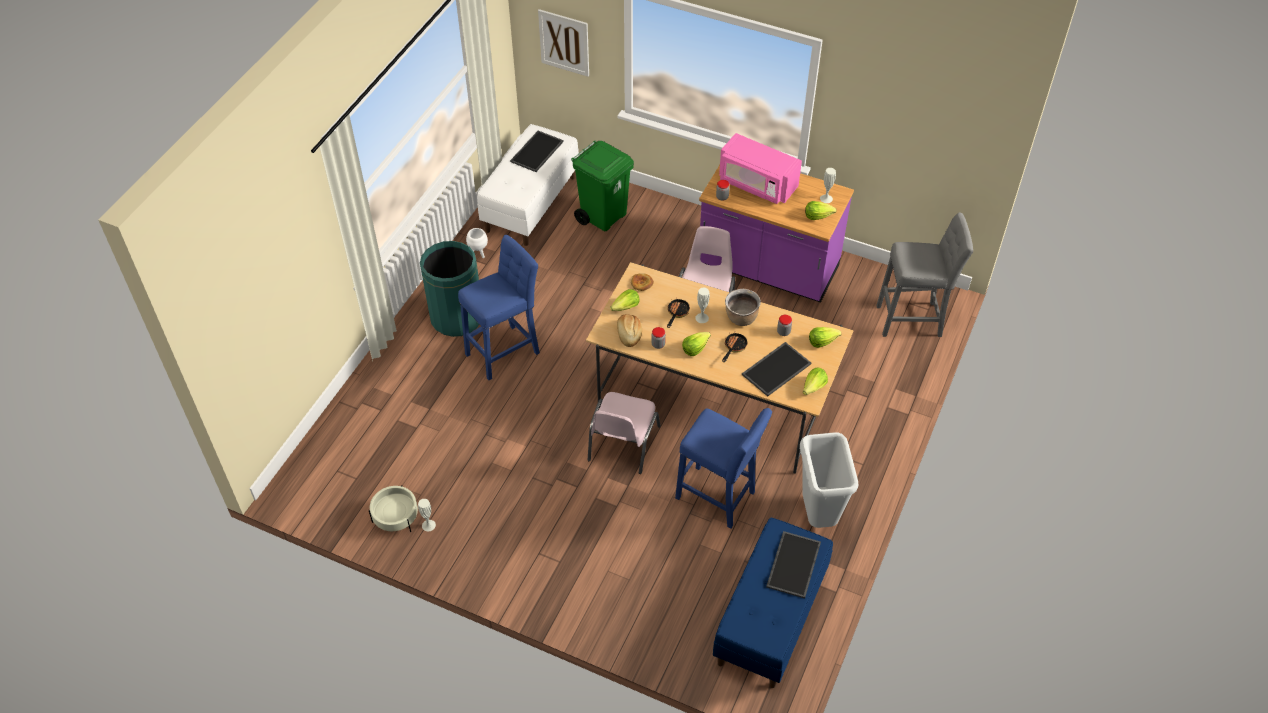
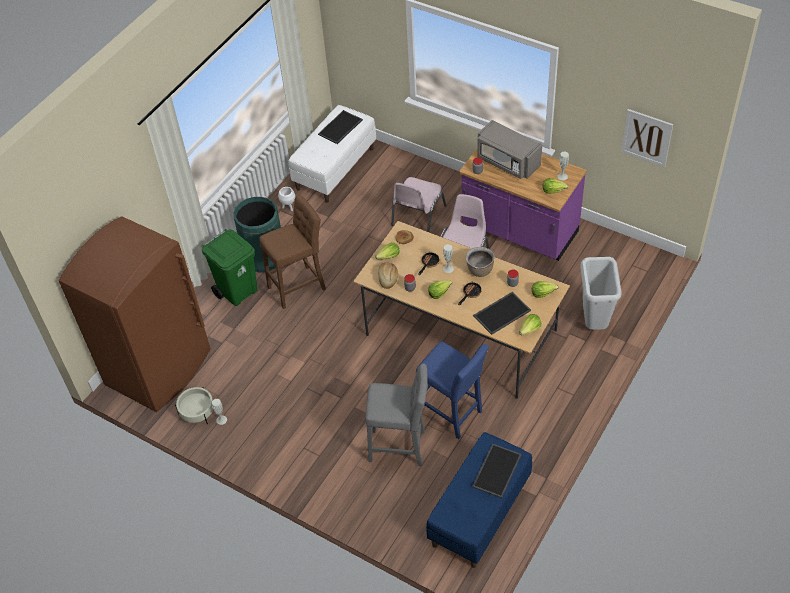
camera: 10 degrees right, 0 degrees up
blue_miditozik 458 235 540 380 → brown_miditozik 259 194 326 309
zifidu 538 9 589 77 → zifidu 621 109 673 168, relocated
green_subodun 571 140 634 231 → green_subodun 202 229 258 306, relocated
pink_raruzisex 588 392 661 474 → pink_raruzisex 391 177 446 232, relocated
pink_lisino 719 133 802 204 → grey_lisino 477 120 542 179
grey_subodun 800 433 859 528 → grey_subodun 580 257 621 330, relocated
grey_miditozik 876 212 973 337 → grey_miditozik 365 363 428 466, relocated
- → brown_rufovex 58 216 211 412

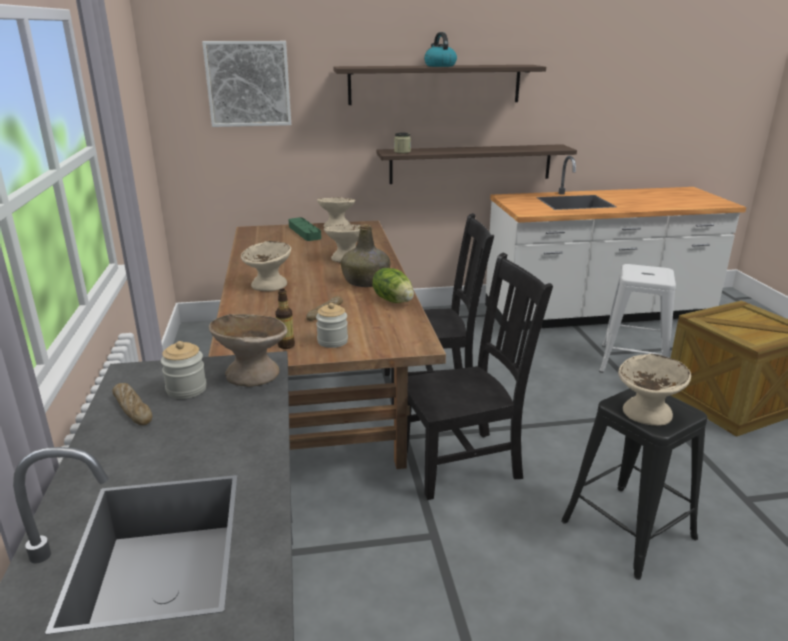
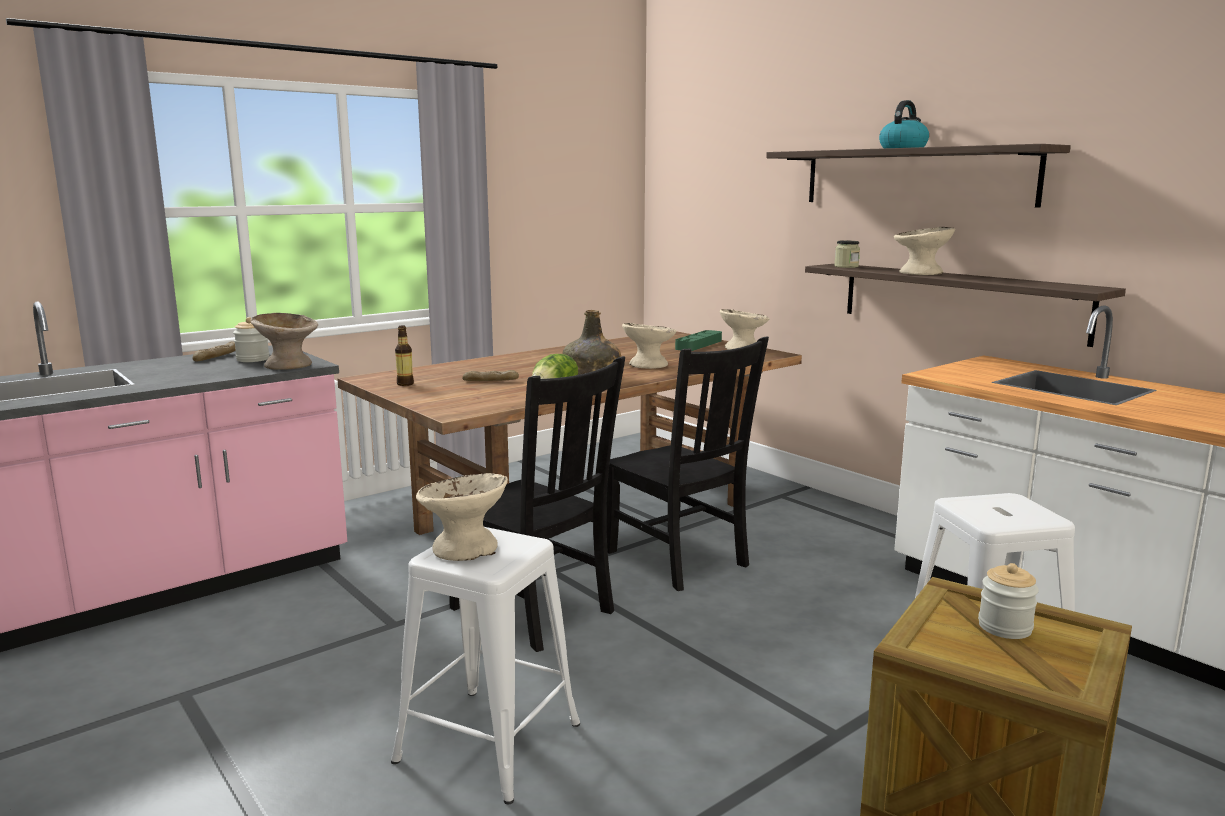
camera: 60 degrees right, 10 degrees down
zifidu 202 41 291 127 → -
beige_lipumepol 241 241 291 291 → beige_lipumepol 894 227 955 275, relocated
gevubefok 316 303 348 348 → gevubefok 978 563 1039 639, relocated
black_miditozik 561 388 708 580 → white_miditozik 391 527 580 805

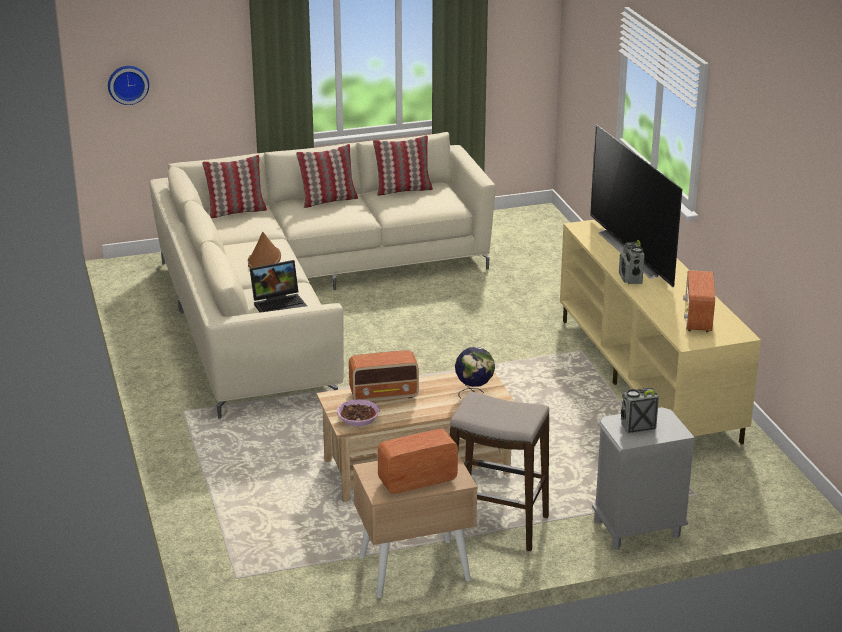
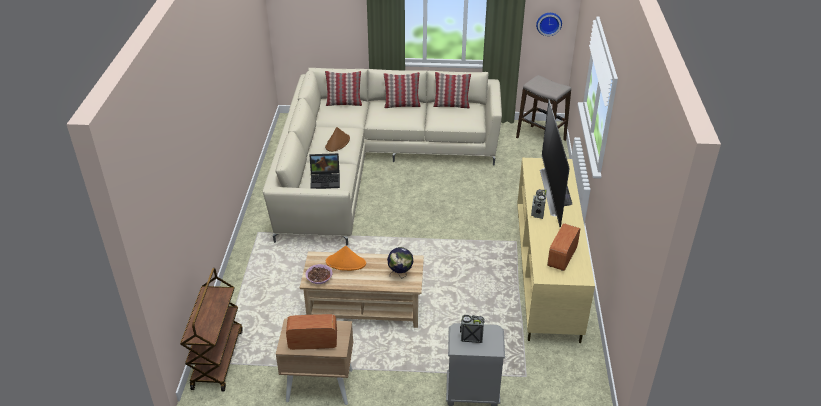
camera: 20 degrees right, 10 degrees up
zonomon 108 66 149 105 → zonomon 536 13 562 36, relocated
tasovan 349 350 419 401 → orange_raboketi 326 246 366 271
miditozik 450 392 549 551 → miditozik 516 75 571 141, relocated
- → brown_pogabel 180 268 243 392

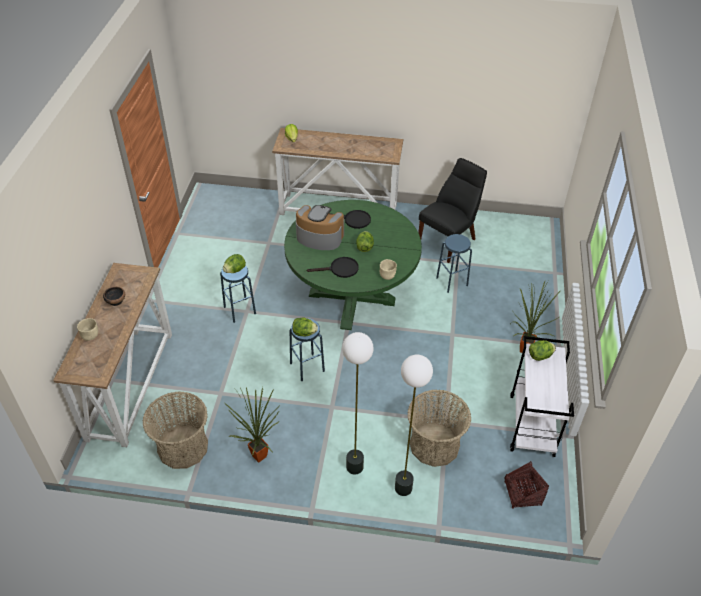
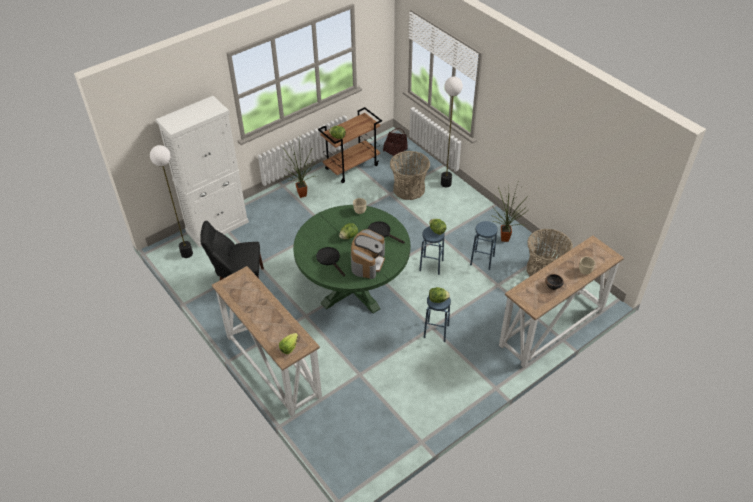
camera: 135 degrees left, 0 degrees up
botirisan 296 205 344 250 → botirisan 351 229 385 279, 135 degrees counterclockwise
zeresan 342 332 374 474 → zeresan 150 145 193 258, relocated
blue_miditozik 436 234 472 293 → blue_miditozik 470 221 498 270, relocated
white_pogabel 510 336 574 457 → brown_pogabel 318 107 382 183
- → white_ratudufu 156 96 249 247

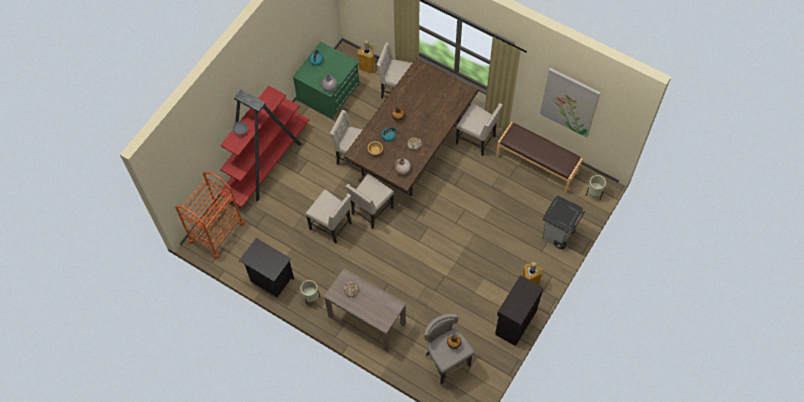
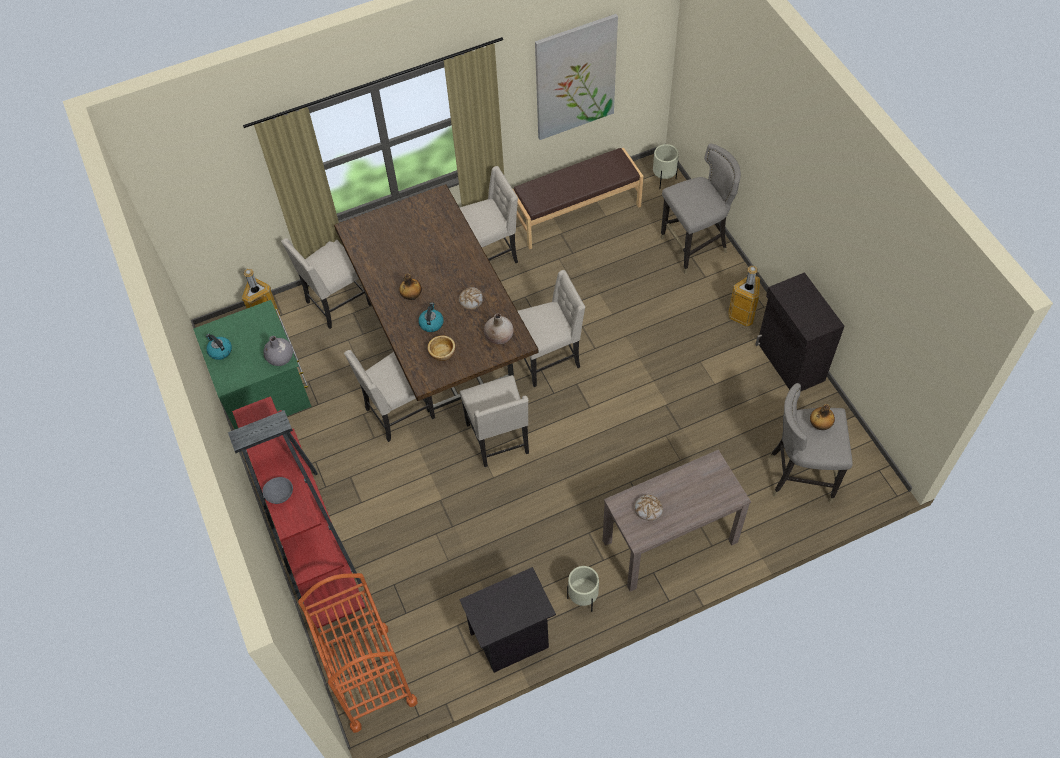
camera: 55 degrees left, 5 degrees down
beige_raruzisex 305 189 352 244 → beige_raruzisex 517 270 585 387, relocated
grey_subodun 543 195 586 249 → grey_miditozik 661 143 741 274

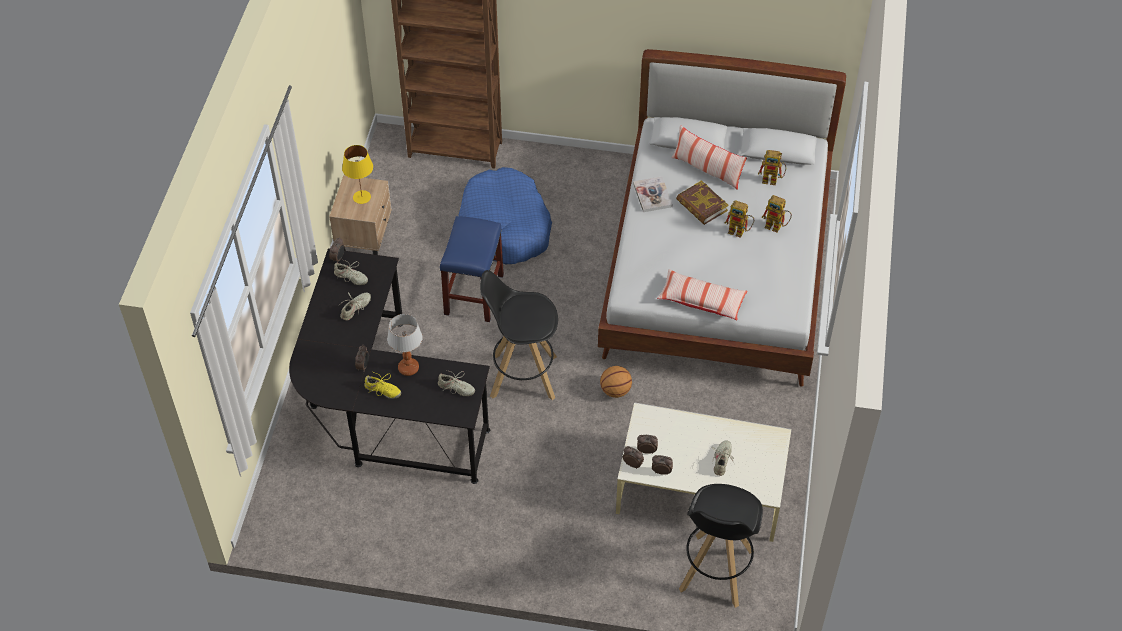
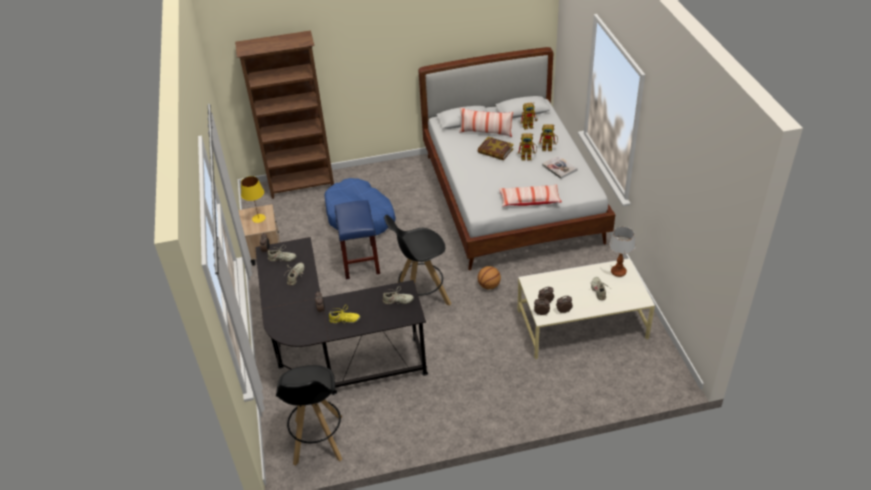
camera: 20 degrees left, 10 degrees down
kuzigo 387 314 423 376 → kuzigo 609 227 635 277, relocated
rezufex 633 176 673 212 → rezufex 542 155 578 179, relocated
black_miditozik 679 484 763 608 → black_miditozik 276 365 342 466, relocated

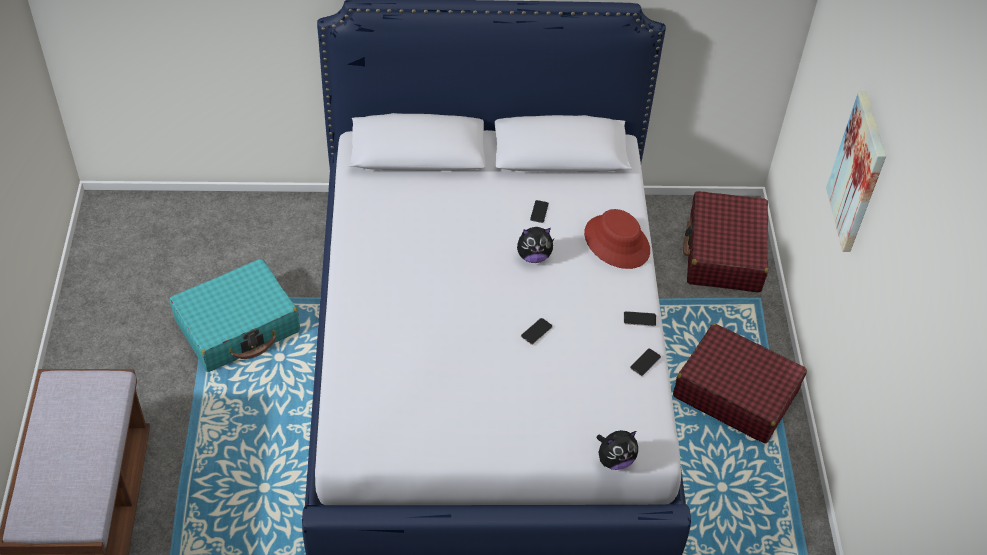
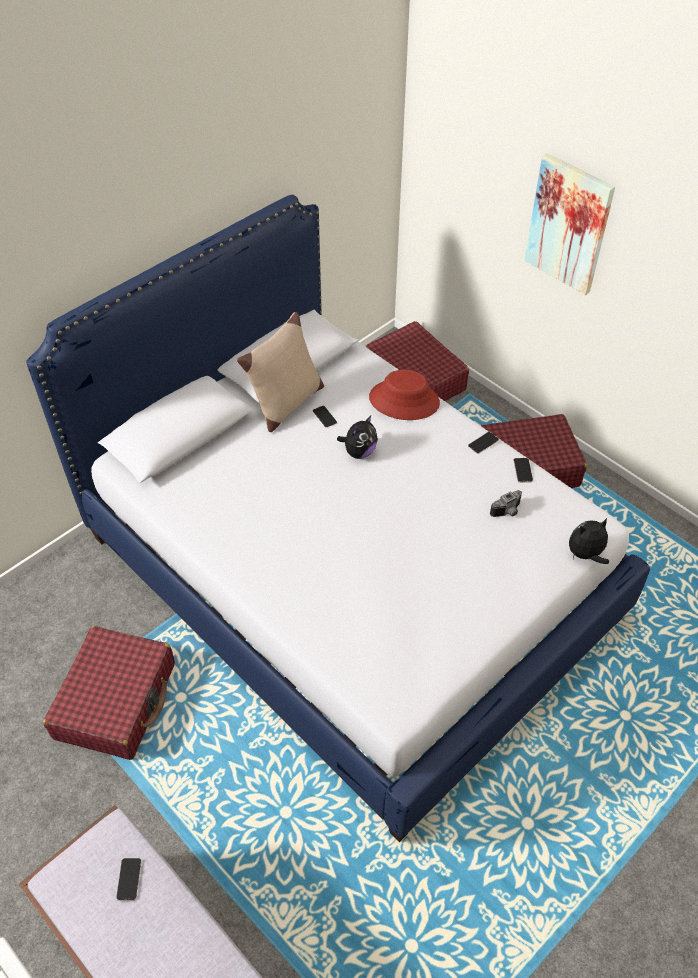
camera: 40 degrees left, 0 degrees up
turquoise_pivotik 169 259 300 372 → red_pivotik 43 626 175 760
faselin 521 318 553 345 → faselin 116 858 142 901, relocated
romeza 596 430 638 470 → romeza 569 518 609 564, 135 degrees counterclockwise
- → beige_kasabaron 237 312 324 432
- → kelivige 490 490 522 517

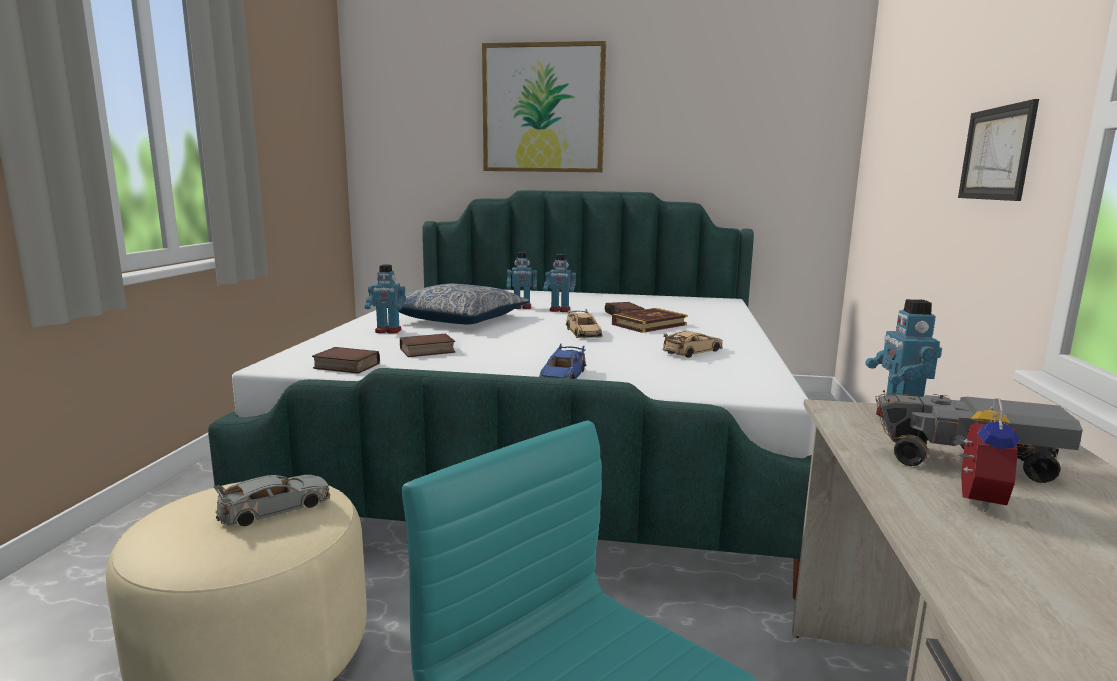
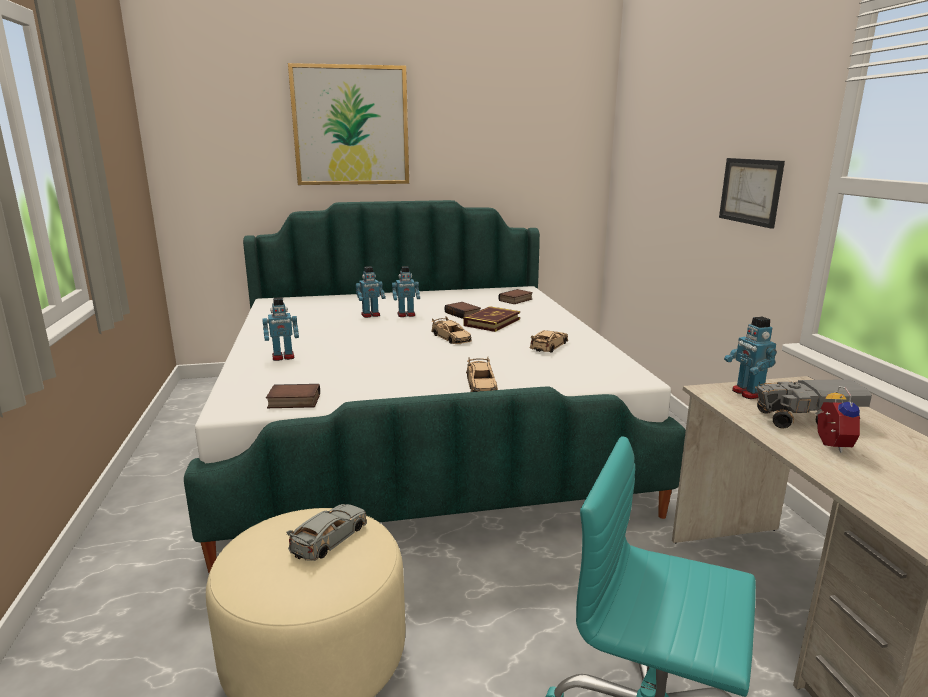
camera: 20 degrees left, 5 degrees up
kasabaron 387 284 529 324 → -
rezufex 400 334 455 357 → rezufex 498 289 533 304, relocated
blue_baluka 539 344 587 379 → beige_baluka 466 356 498 392

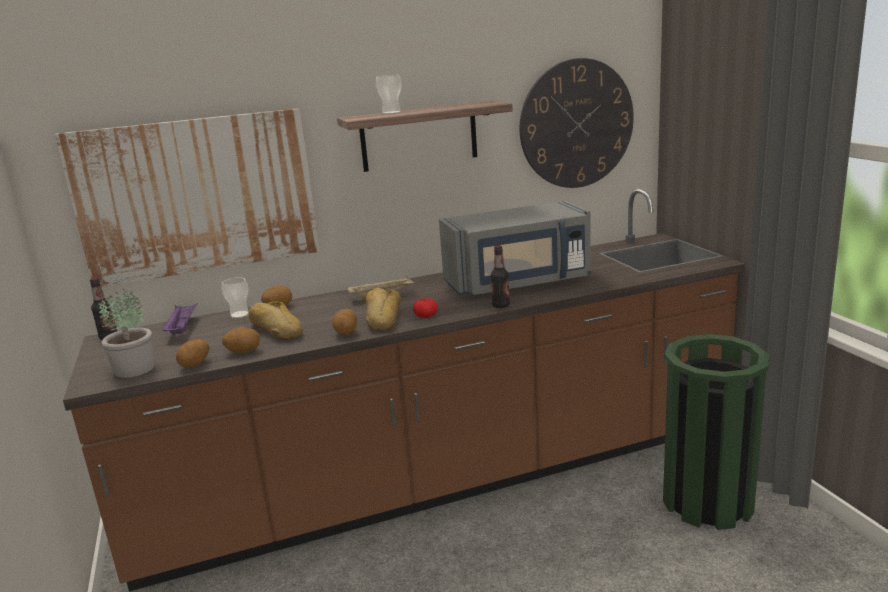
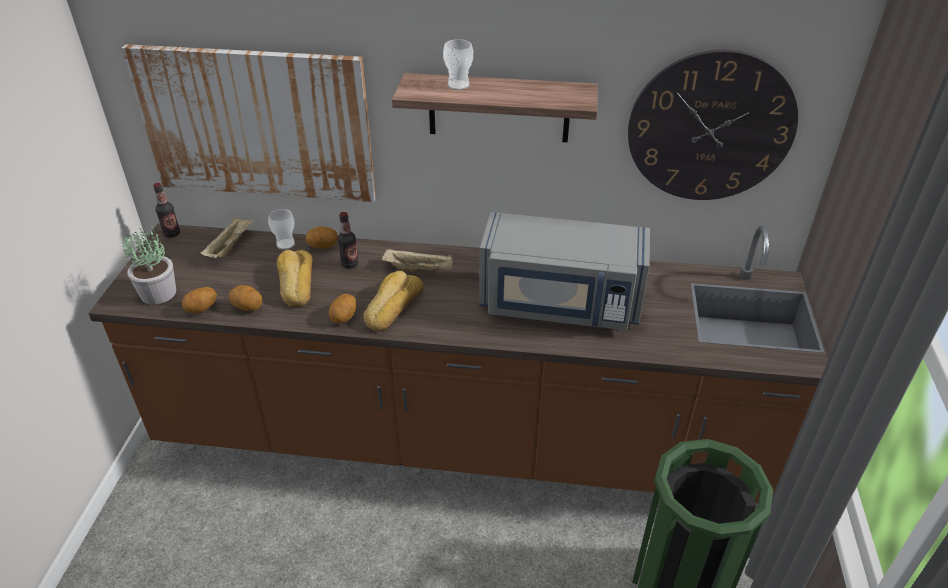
camera: 25 degrees right, 20 degrees up
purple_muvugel 162 303 198 334 → beige_muvugel 200 217 254 258
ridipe 413 298 438 318 → -
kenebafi 491 245 510 308 → kenebafi 338 212 358 268, relocated

